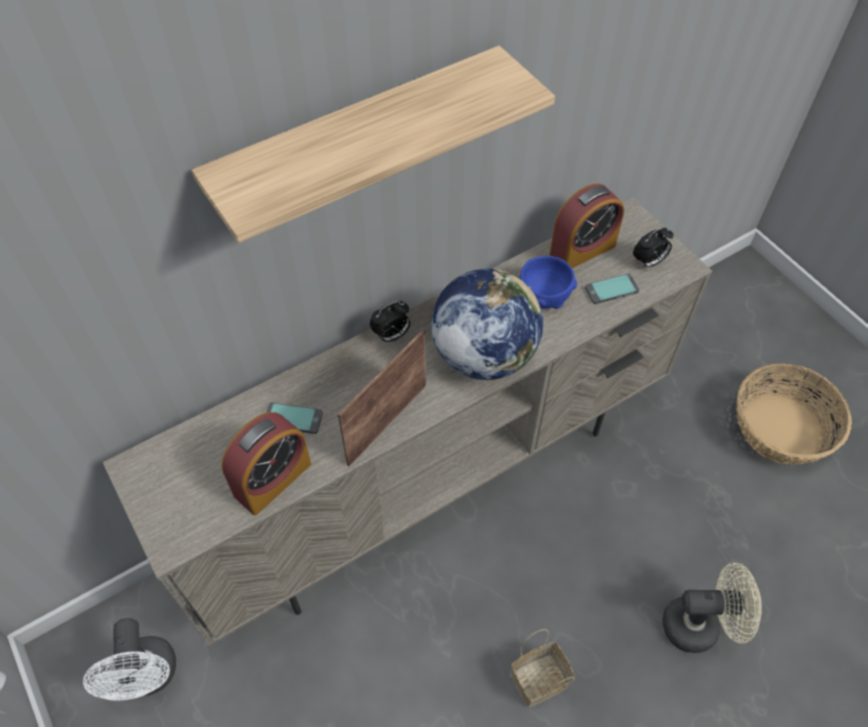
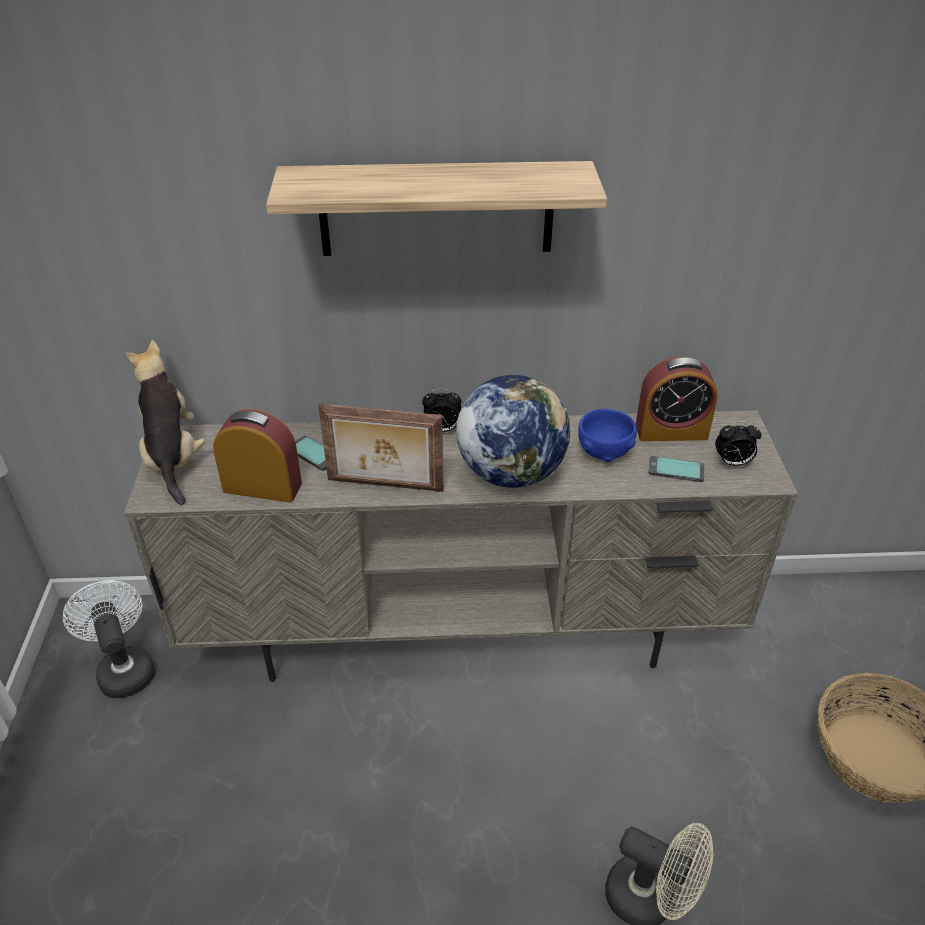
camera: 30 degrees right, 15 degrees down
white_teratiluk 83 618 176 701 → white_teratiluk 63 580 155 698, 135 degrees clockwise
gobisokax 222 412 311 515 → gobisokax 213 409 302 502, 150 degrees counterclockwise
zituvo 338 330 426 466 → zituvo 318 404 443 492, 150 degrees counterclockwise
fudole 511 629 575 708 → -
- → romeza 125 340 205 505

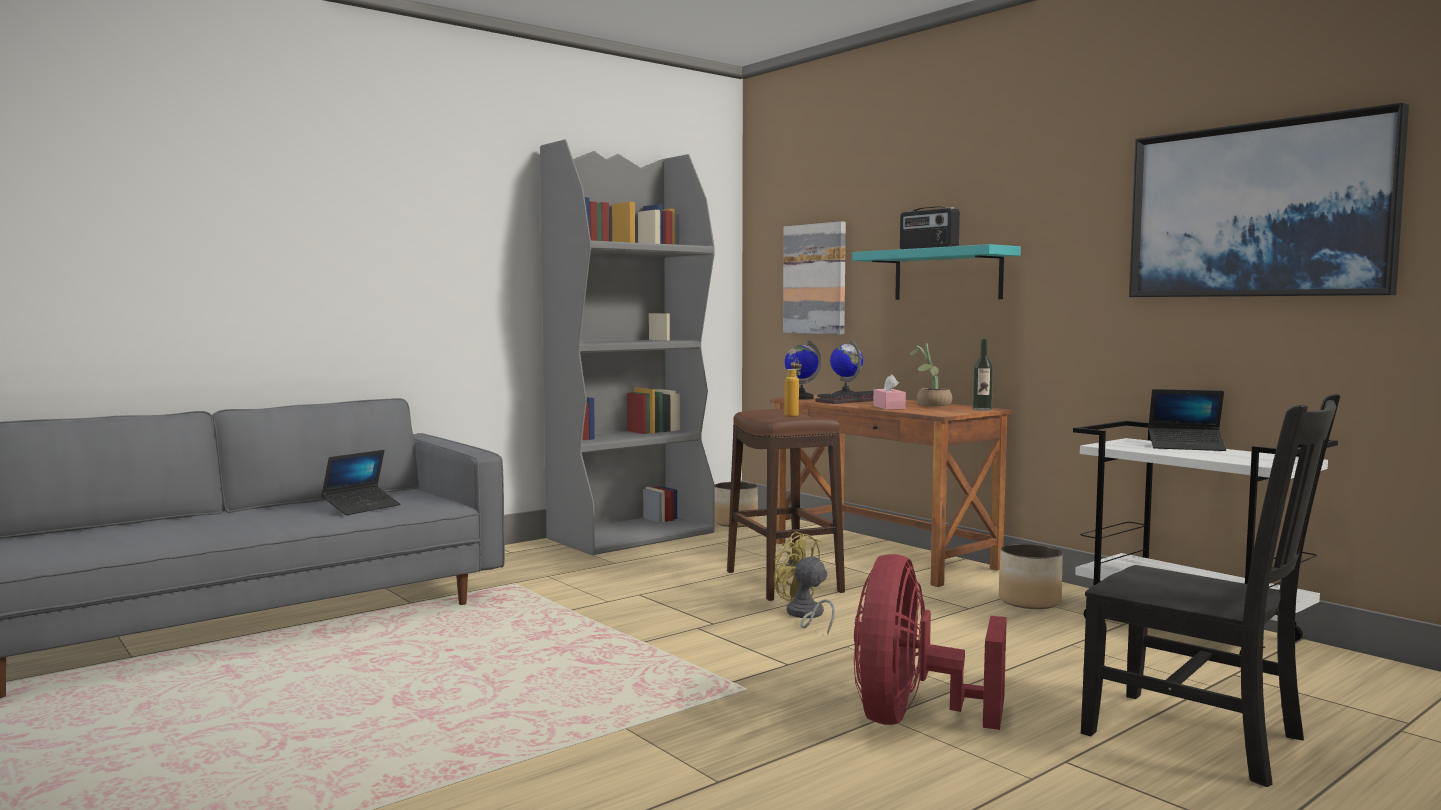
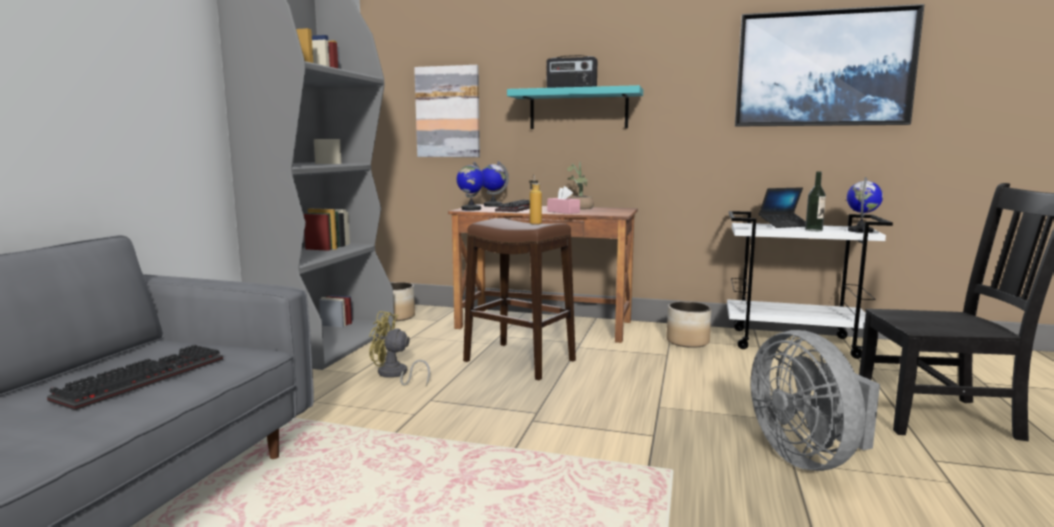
camera: 35 degrees left, 5 degrees up
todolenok 321 450 401 515 → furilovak 47 345 223 411
yellow_teratiluk 774 531 835 634 → yellow_teratiluk 369 311 430 386, relocated
red_teratiluk 854 554 1007 730 → grey_teratiluk 751 330 880 471
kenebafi 972 339 993 410 → kenebafi 805 172 826 231, relocated
- → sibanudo 847 177 883 233

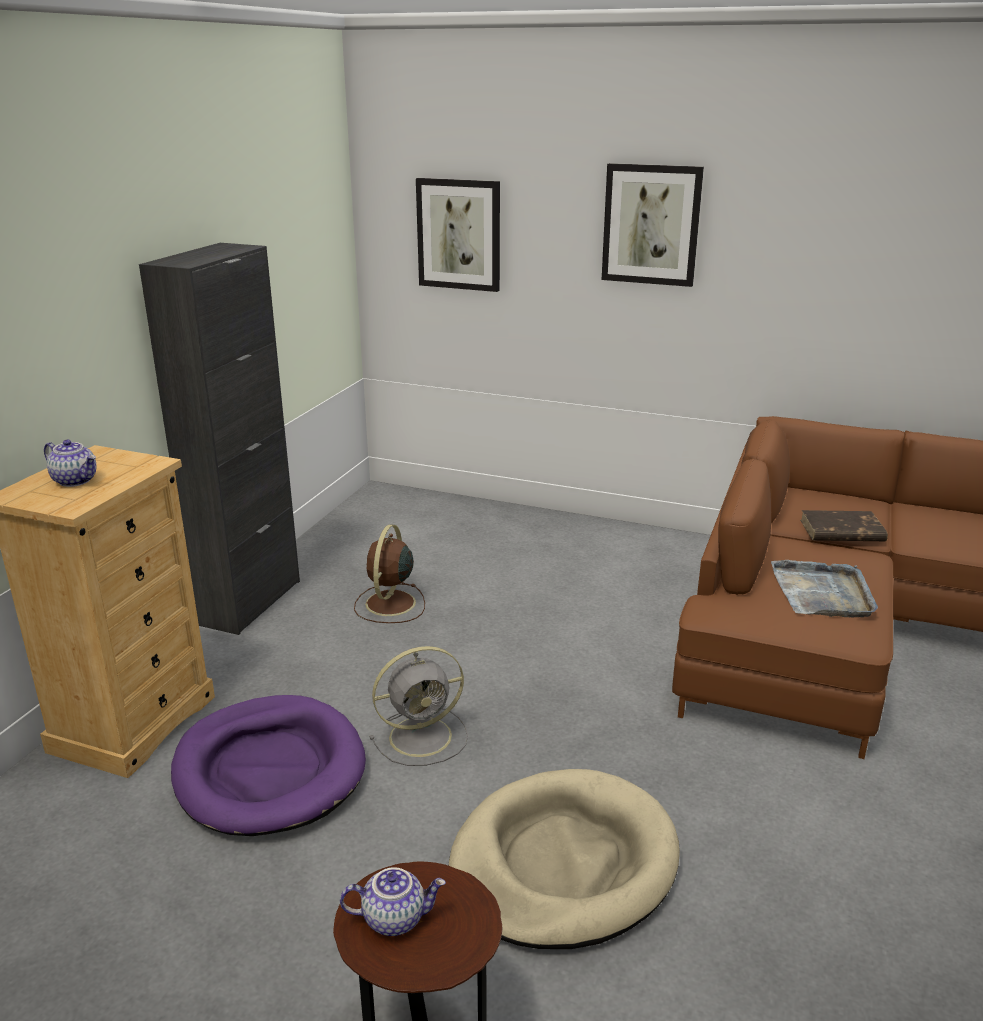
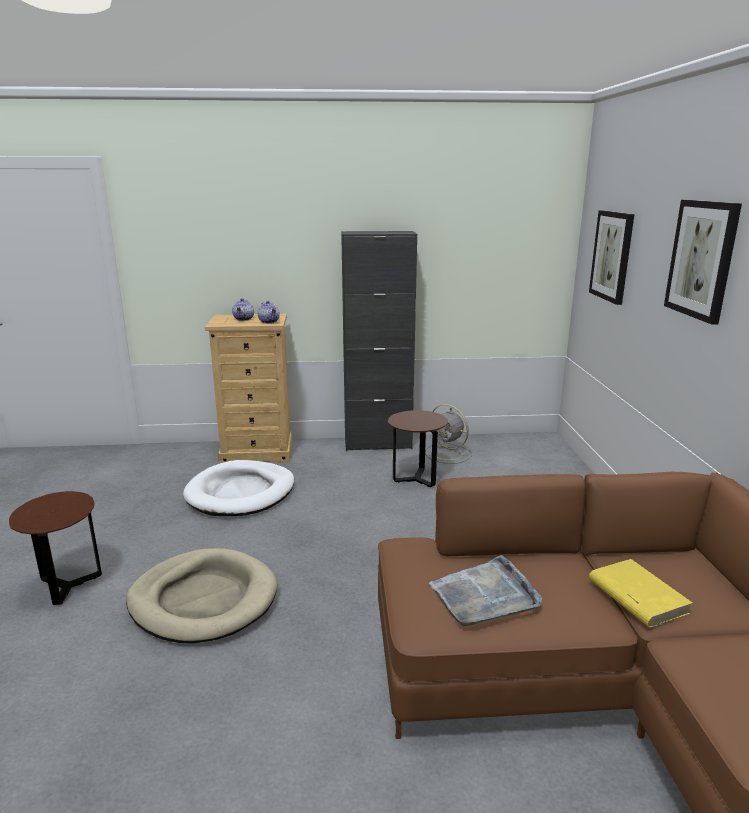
camera: 65 degrees right, 5 degrees down
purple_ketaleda 171 695 366 836 → white_ketaleda 183 460 294 516
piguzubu 340 867 446 936 → piguzubu 258 301 280 324, relocated
brown_teratiluk 354 524 425 623 → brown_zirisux 388 410 448 487
grey_teratiluk 369 646 468 766 → grey_teratiluk 425 404 472 464, relocated
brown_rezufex 800 510 888 541 → yellow_rezufex 589 559 692 628

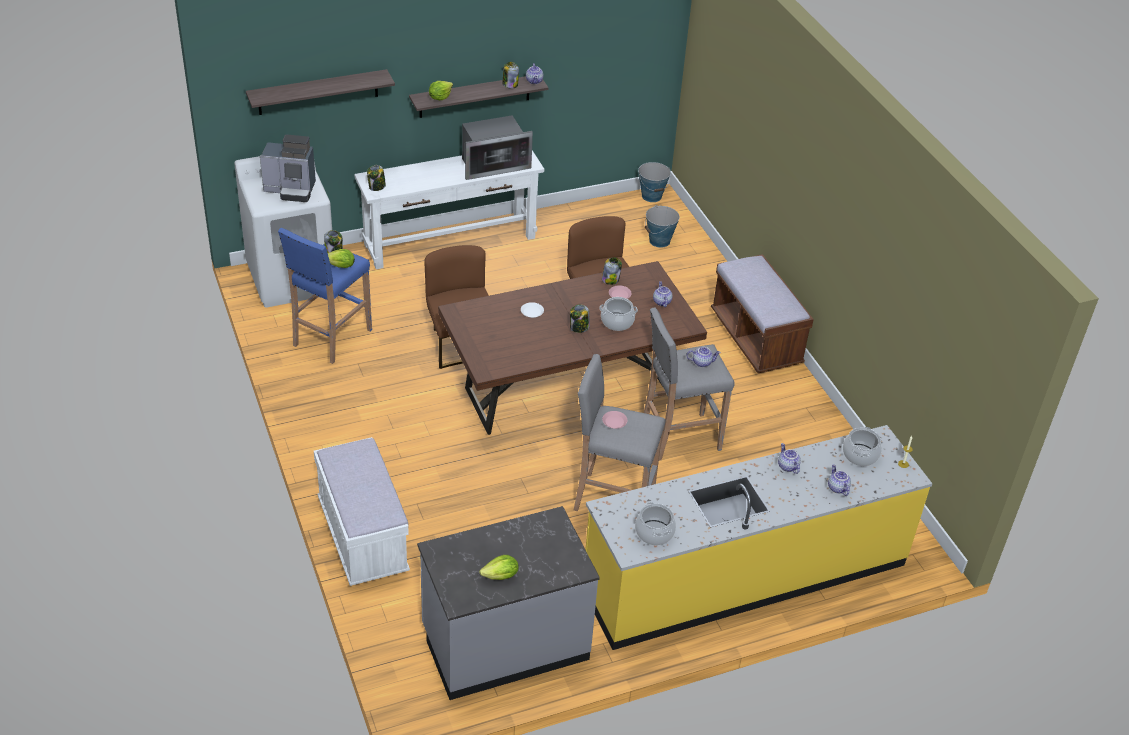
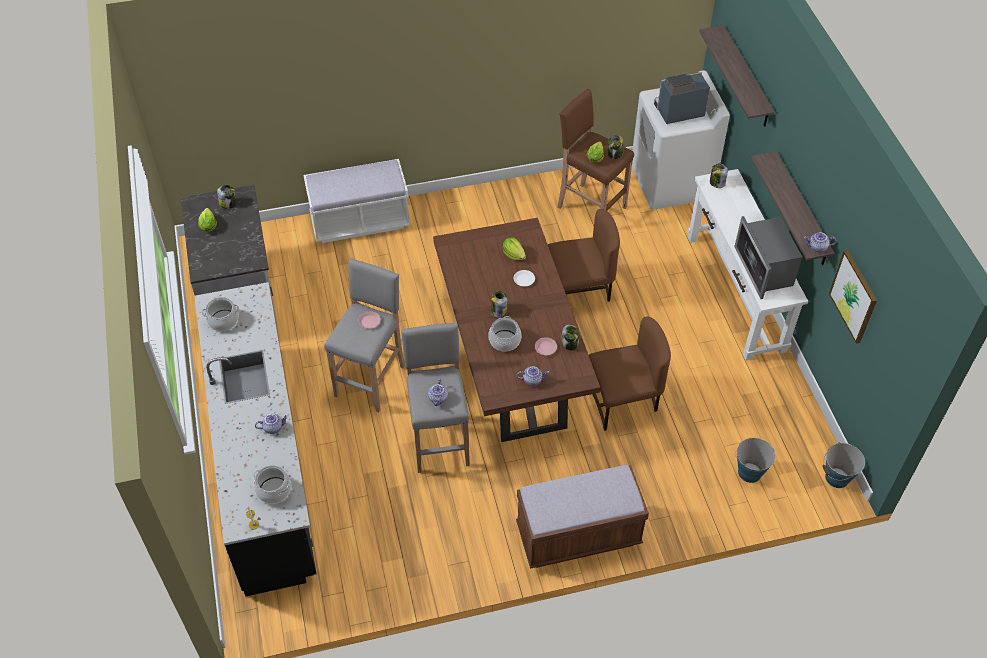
camera: 100 degrees right, 10 degrees up
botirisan 260 134 316 202 → botirisan 654 72 710 124, 60 degrees clockwise
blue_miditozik 278 228 372 364 → brown_miditozik 557 89 634 211
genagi 429 81 453 100 → genagi 503 238 526 260, relocated
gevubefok 502 62 519 89 → gevubefok 217 185 237 209, relocated
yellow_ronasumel 585 425 932 650 → black_ronasumel 195 282 316 597
piguzubu 828 464 851 496 → -
- → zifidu 829 250 877 344

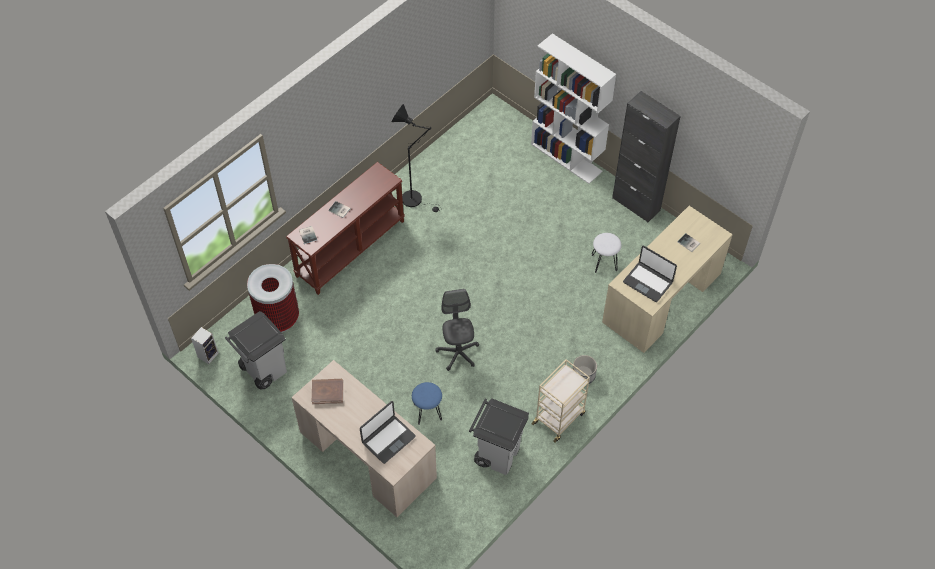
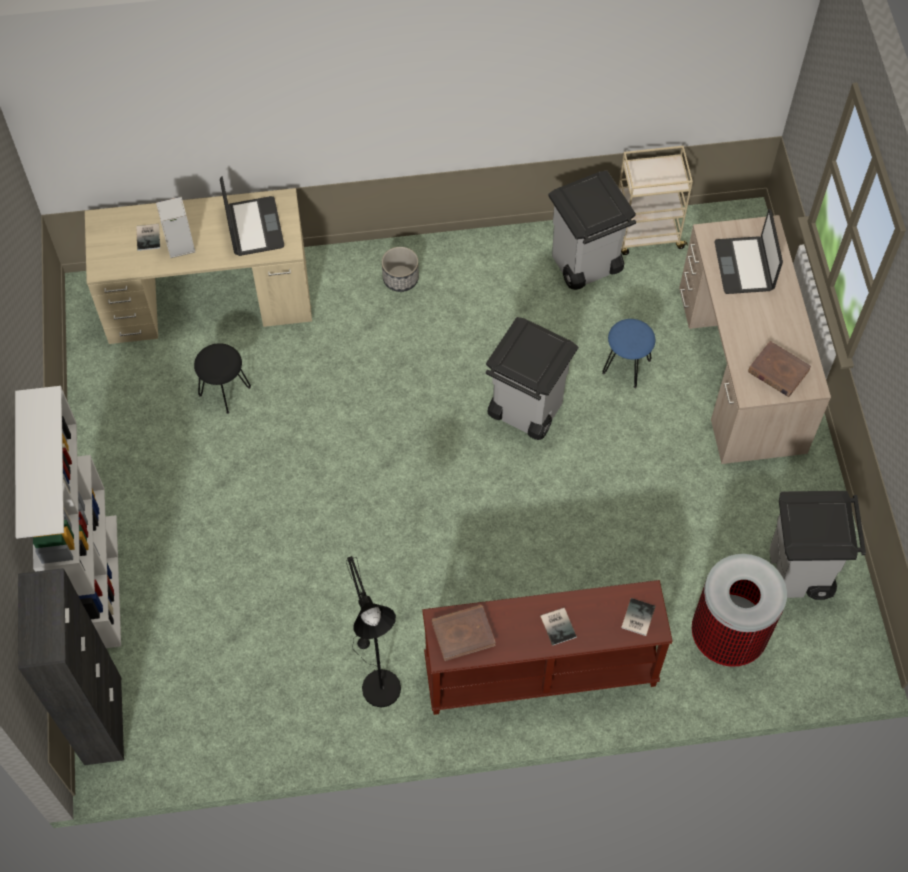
camera: 140 degrees left, 5 degrees up
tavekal 191 327 219 364 → tavekal 156 197 196 258, relocated
todolenok 360 401 416 464 → todolenok 715 209 783 294, 90 degrees counterclockwise
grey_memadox 435 289 479 371 → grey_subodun 486 317 578 440
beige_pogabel 532 359 590 442 → beige_pogabel 619 146 693 255, relocated
white_miditozik 592 233 622 273 → black_miditozik 194 343 251 414
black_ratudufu 612 91 681 223 → black_ratudufu 18 568 124 765, relocated
- → brown_rezufex 432 605 496 661

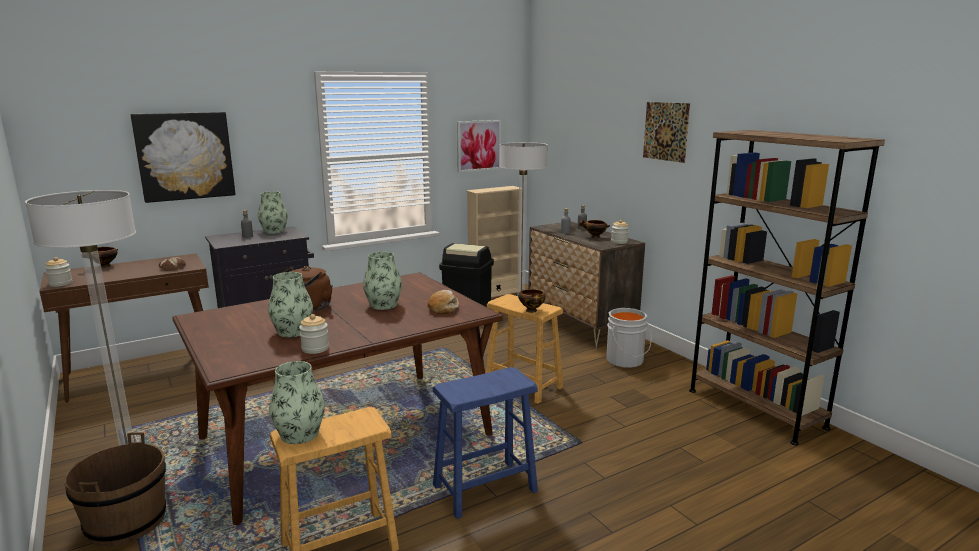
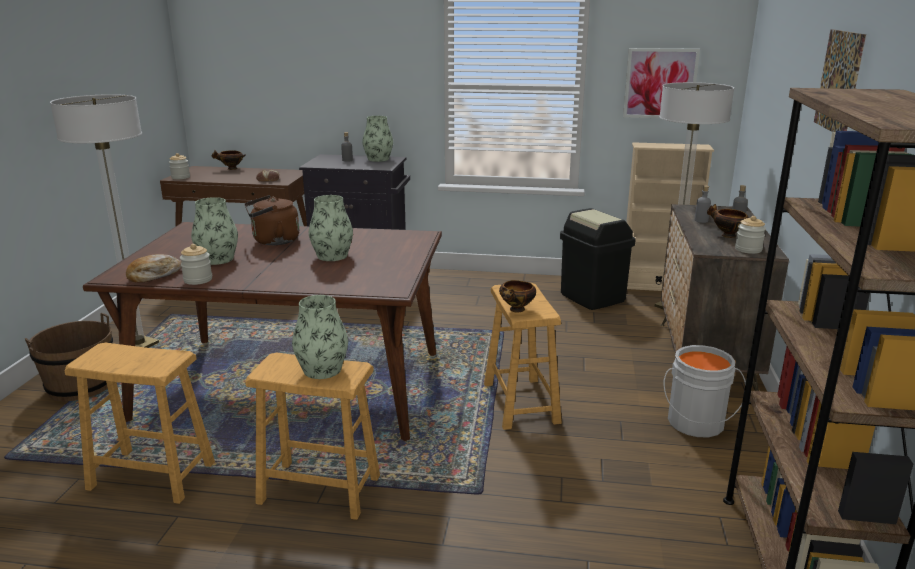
camera: 40 degrees right, 5 degrees up
zifidu 131 112 236 203 → -
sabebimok 269 361 325 444 → sabebimok 292 295 348 379, relocated
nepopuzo 428 290 459 314 → nepopuzo 126 254 182 282, relocated
blue_miditozik 432 367 538 519 → brown_miditozik 245 353 380 520

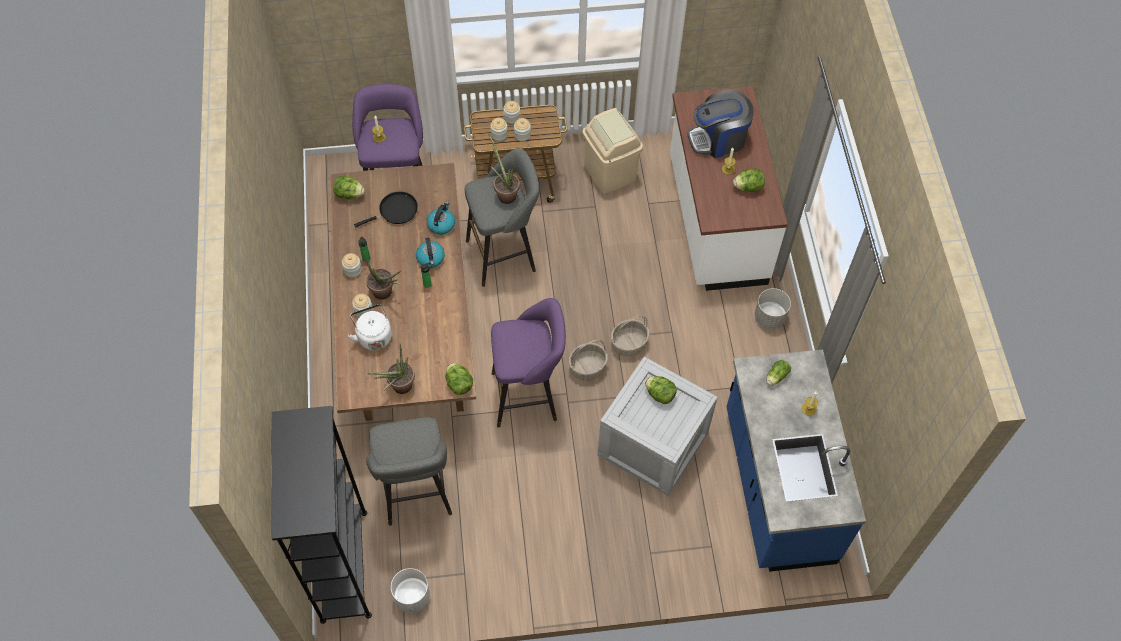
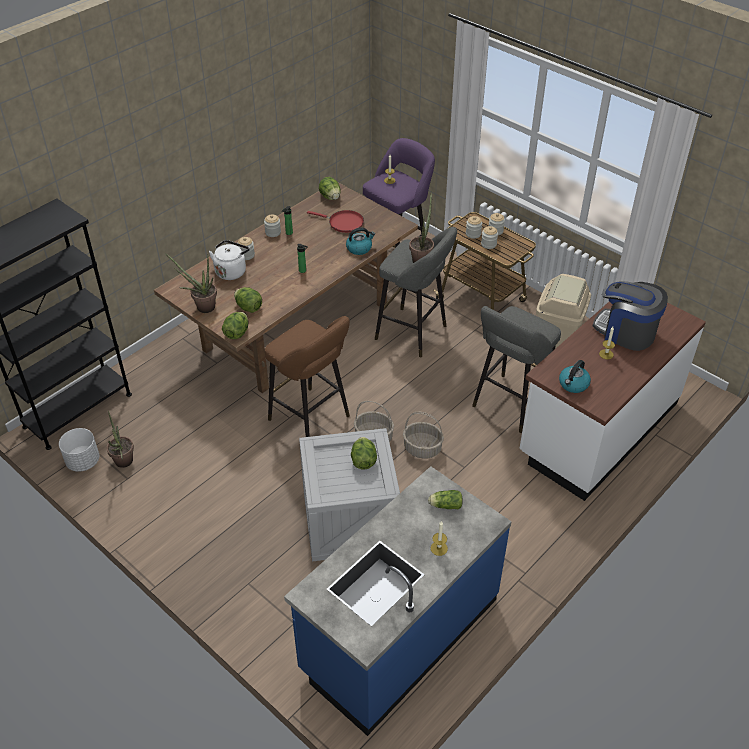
camera: 50 degrees right, 15 degrees down
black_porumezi 354 191 418 227 → red_porumezi 307 210 364 233
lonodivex 364 254 402 300 → lonodivex 107 411 134 468, relocated
grey_miditozik 366 417 452 526 → grey_miditozik 472 306 561 433, relocated
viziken 416 238 445 268 → viziken 559 360 591 393, relocated
purple_miditozik 491 298 566 428 → brown_miditozik 265 316 350 437
genagi 733 168 765 192 → genagi 234 287 262 313, relocated
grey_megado 755 288 791 329 → -

